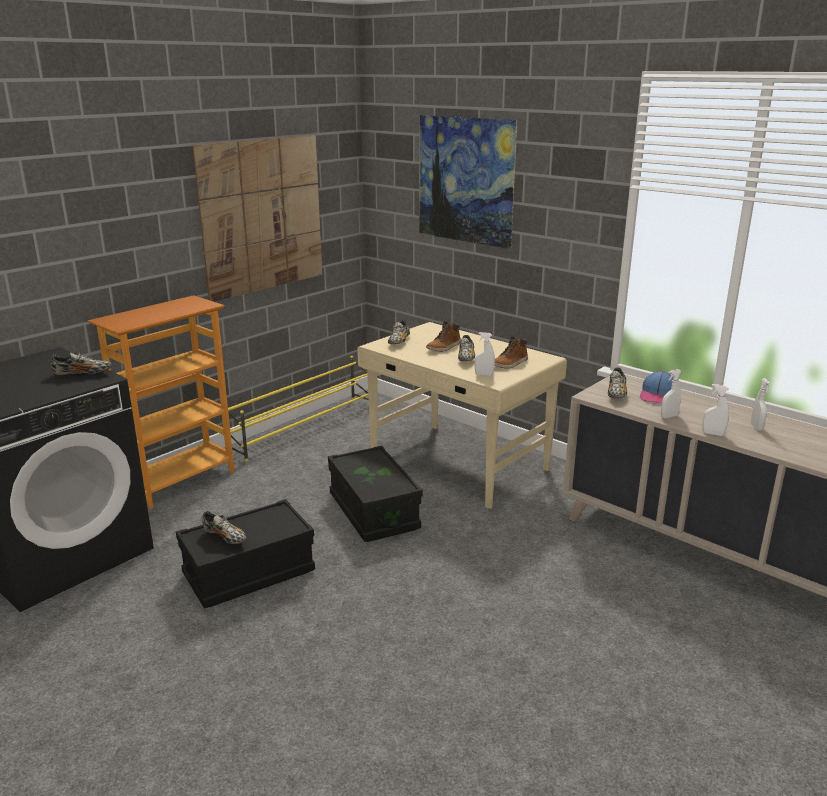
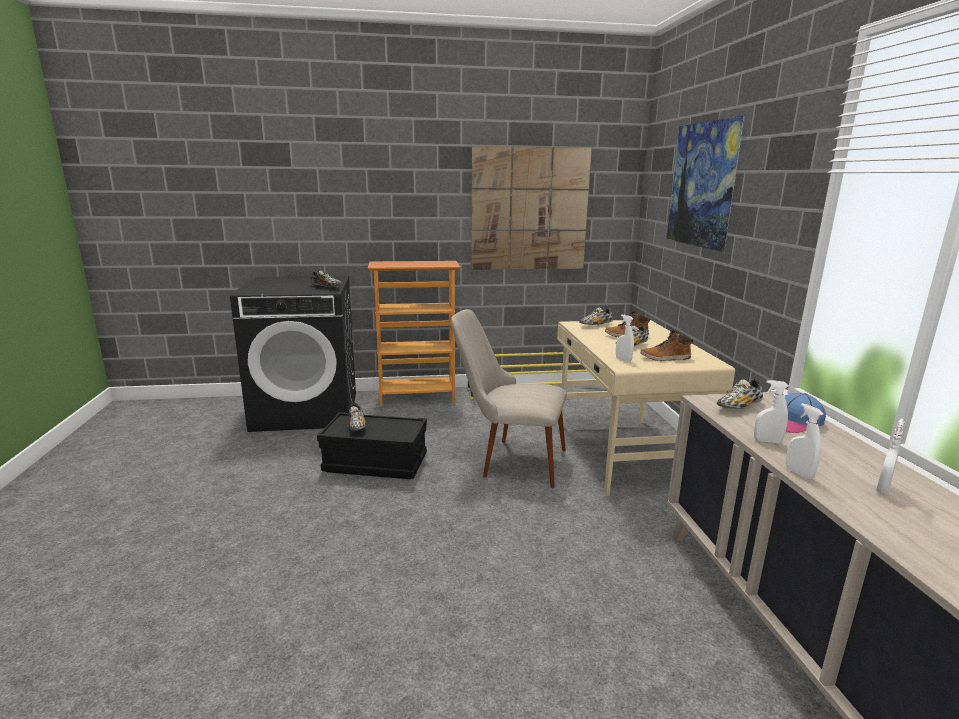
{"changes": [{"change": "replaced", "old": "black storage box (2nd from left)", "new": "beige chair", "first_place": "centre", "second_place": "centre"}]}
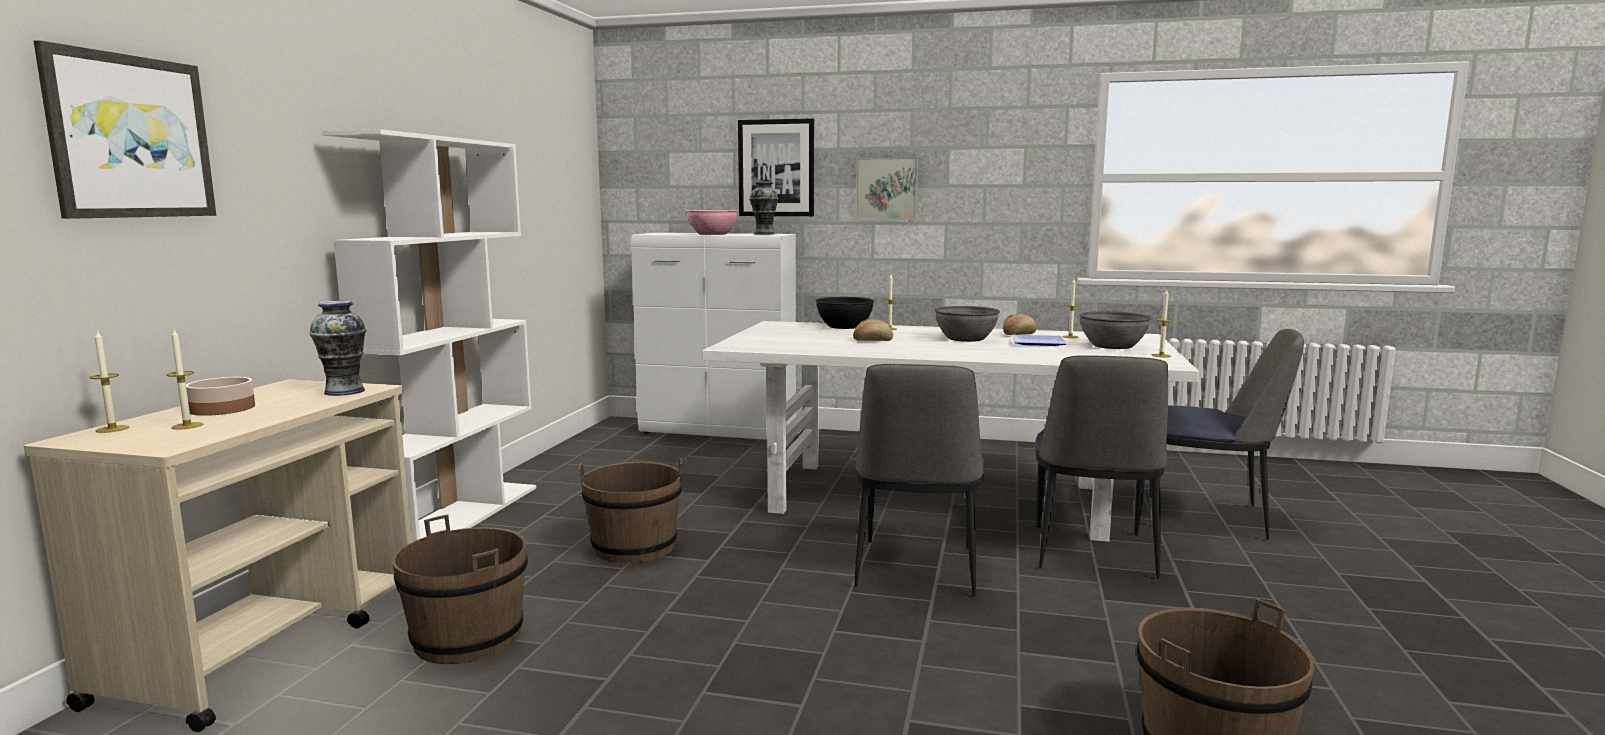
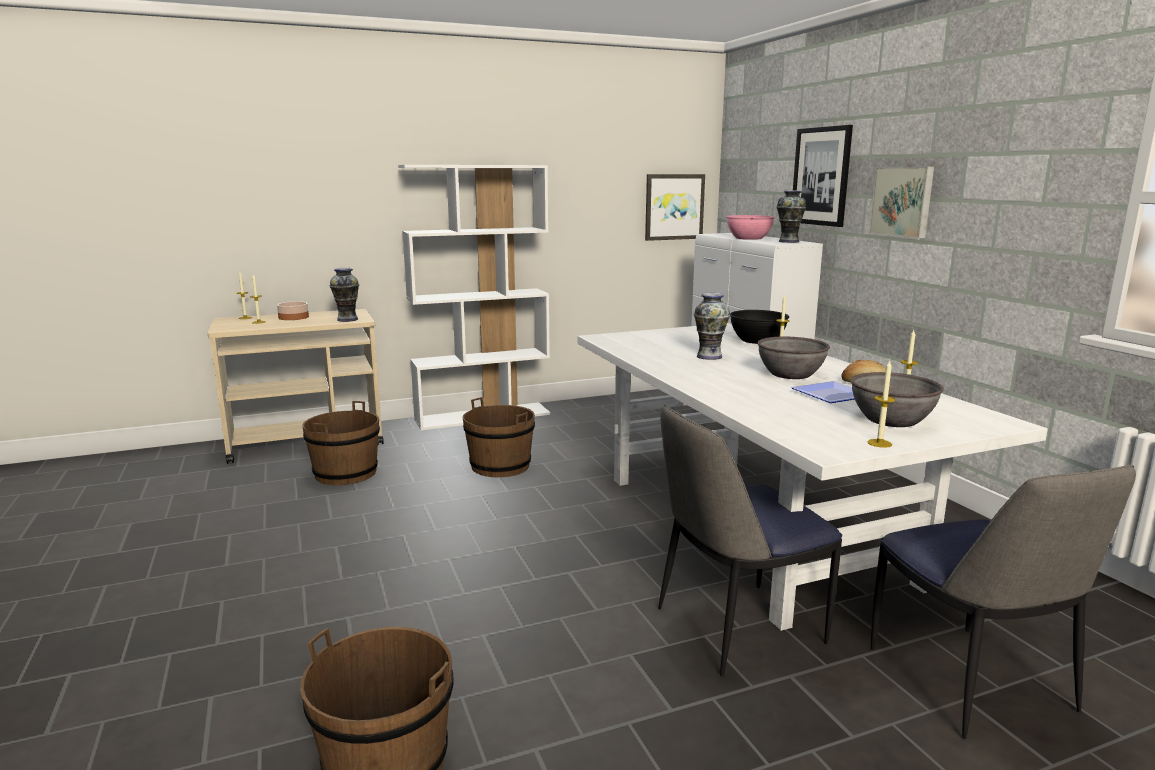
{"changes": [{"change": "moved", "old": "picture (1st from left)", "first_place": "top left", "second_place": "top centre"}, {"change": "replaced", "old": "bread (1st from left)", "new": "vase (2nd from left)", "first_place": "centre", "second_place": "centre"}, {"change": "removed", "old": "chair (1st from left)", "first_place": "centre"}]}
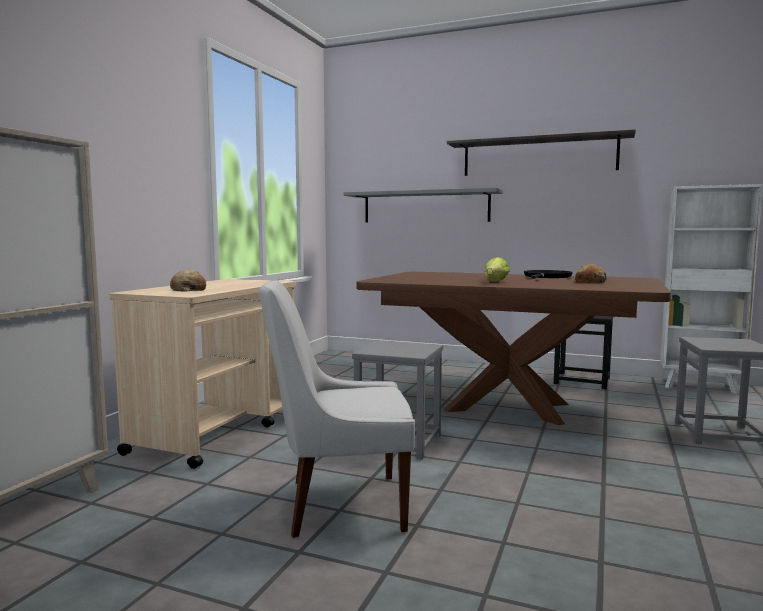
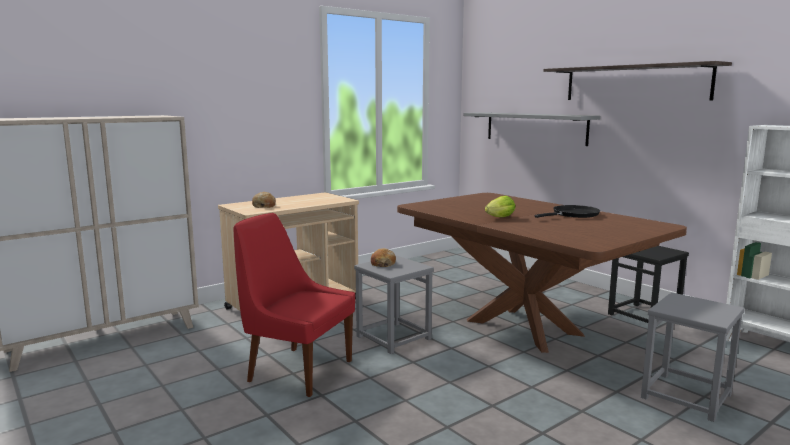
{"changes": [{"change": "recoloured", "old": "white chair", "new": "red chair", "first_place": "bottom centre", "second_place": "bottom centre"}, {"change": "moved", "old": "bread (2nd from left)", "first_place": "middle right", "second_place": "centre"}]}
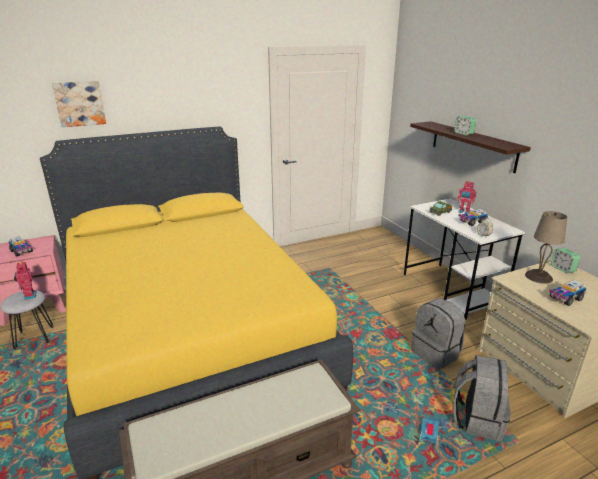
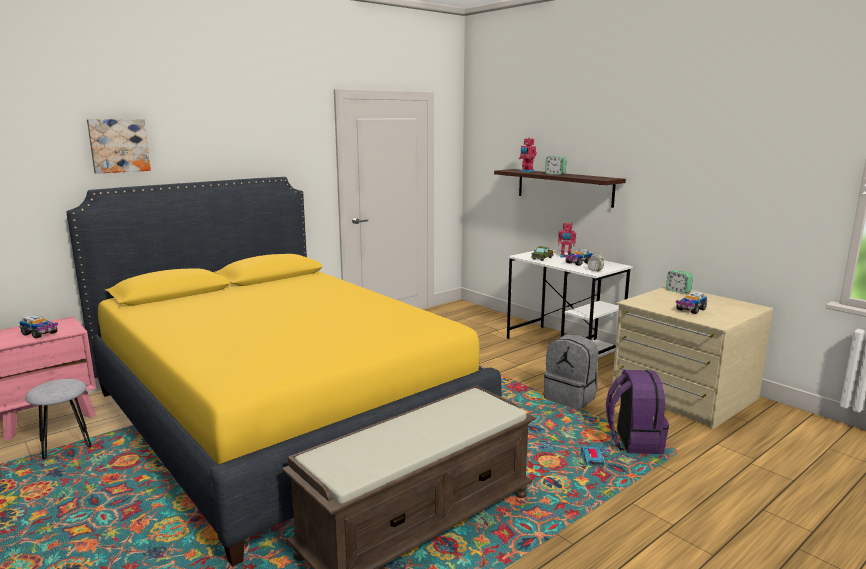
{"changes": [{"change": "moved", "old": "toy robot (1st from left)", "first_place": "middle left", "second_place": "top centre"}, {"change": "recoloured", "old": "grey backpack (2nd from left)", "new": "purple backpack", "first_place": "bottom right", "second_place": "bottom right"}, {"change": "removed", "old": "beige table lamp", "first_place": "middle right"}]}
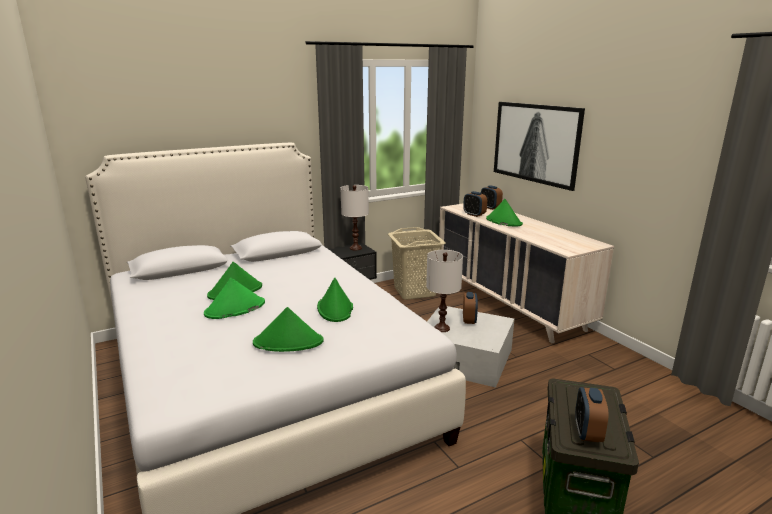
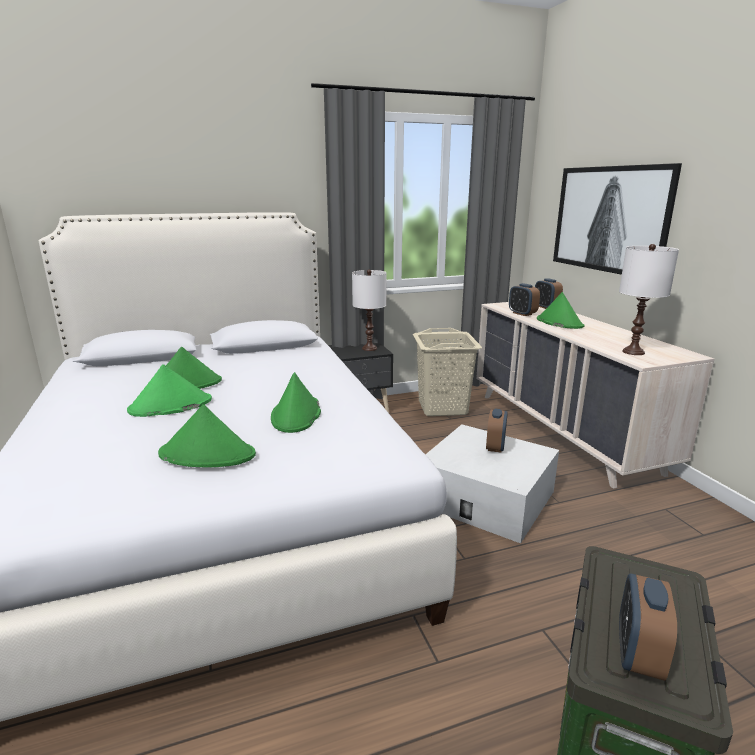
{"changes": [{"change": "moved", "old": "white table lamp (2nd from left)", "first_place": "centre", "second_place": "middle right"}]}
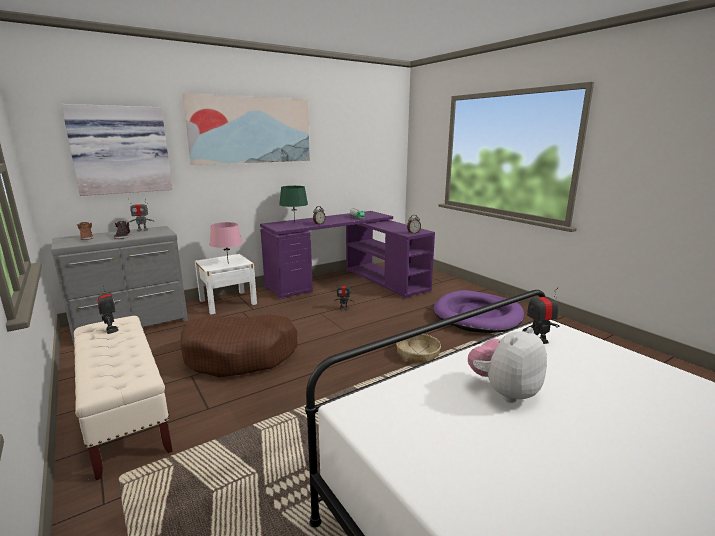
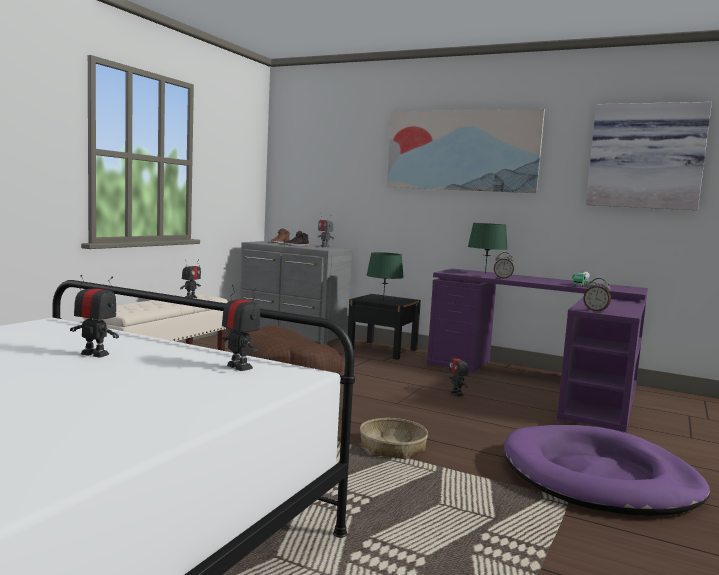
{"changes": [{"change": "replaced", "old": "plush toy", "new": "toy robot (1st from left)", "first_place": "bottom right", "second_place": "middle left"}, {"change": "recoloured", "old": "white nightstand", "new": "black nightstand", "first_place": "middle left", "second_place": "centre"}, {"change": "recoloured", "old": "pink table lamp", "new": "green table lamp (1st from left)", "first_place": "middle left", "second_place": "centre"}, {"change": "moved", "old": "picture (1st from left in the first image)", "new": "picture (2nd from left)", "first_place": "top left", "second_place": "top right"}]}
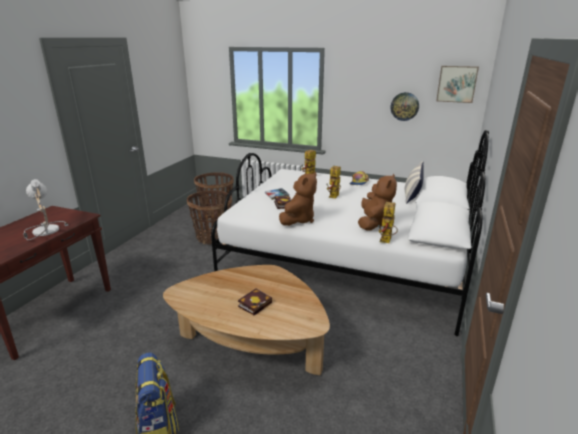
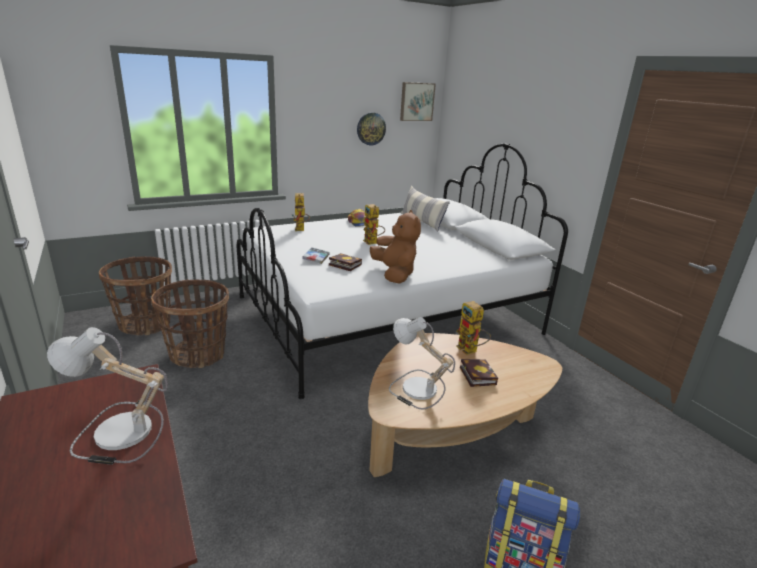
{"changes": [{"change": "added", "new": "table lamp (2nd from left)", "second_place": "centre"}, {"change": "moved", "old": "toy robot (3rd from left)", "first_place": "middle right", "second_place": "centre"}, {"change": "removed", "old": "brown plush toy (2nd from left)", "first_place": "centre"}]}
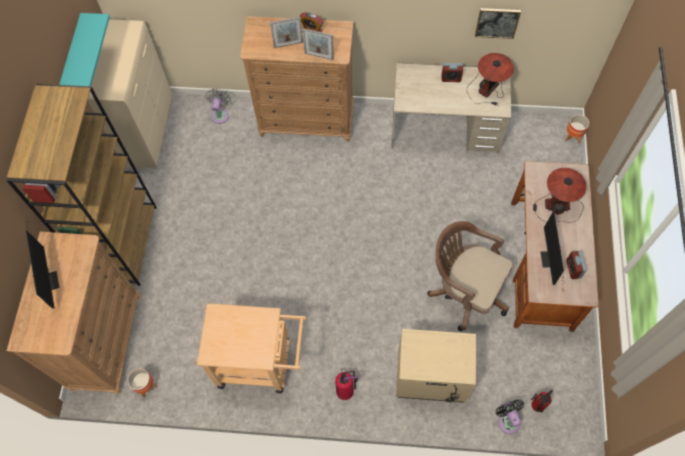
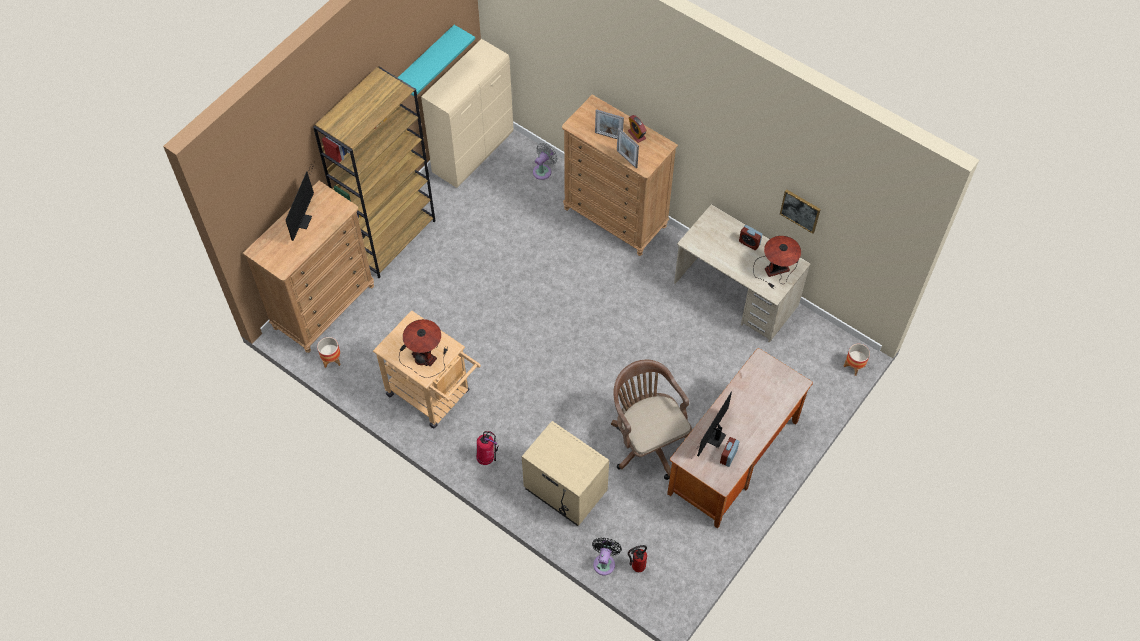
{"changes": [{"change": "moved", "old": "table lamp (2nd from left in the first image)", "new": "table lamp (1st from left)", "first_place": "middle right", "second_place": "centre"}]}
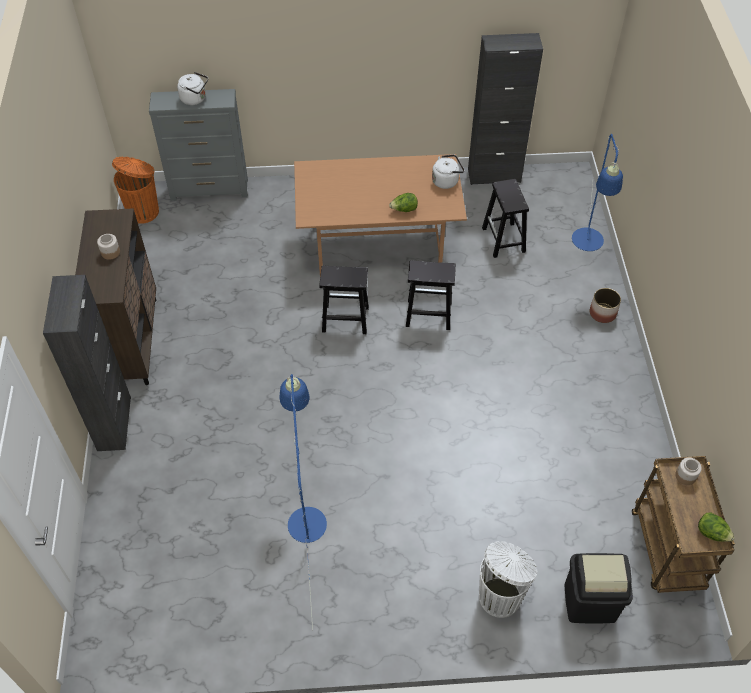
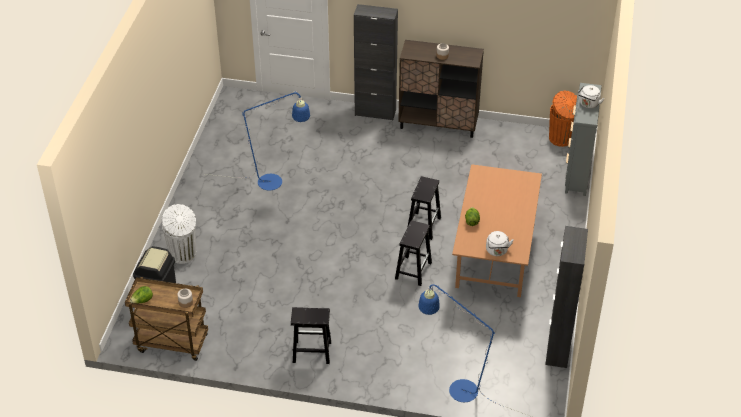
{"changes": [{"change": "moved", "old": "black stool (3rd from left in the first image)", "new": "black stool (1st from left)", "first_place": "top right", "second_place": "bottom centre"}, {"change": "removed", "old": "planter", "first_place": "middle right"}]}
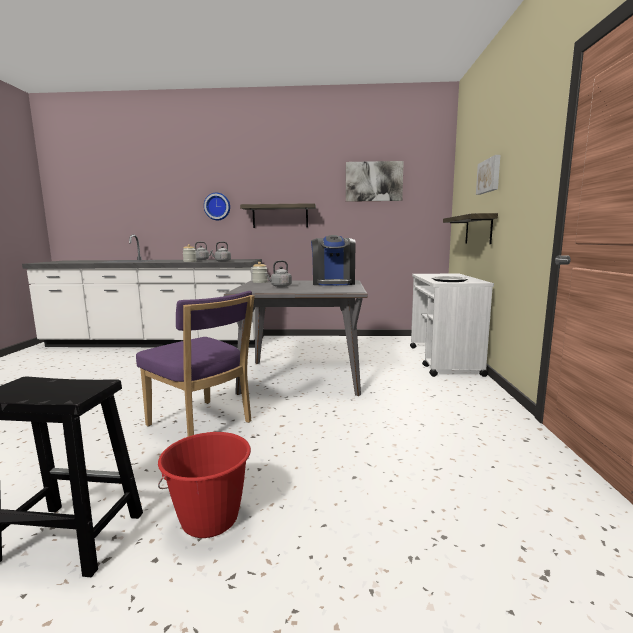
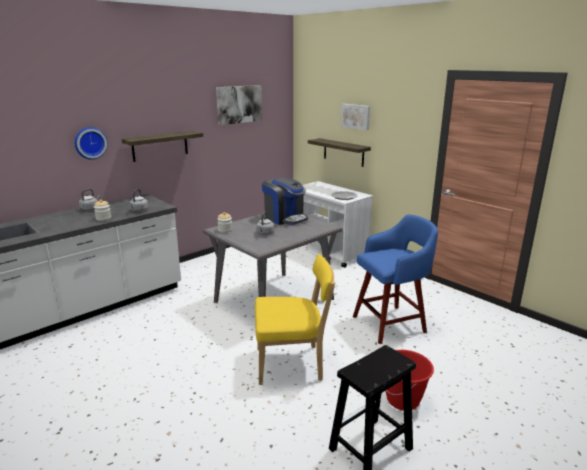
{"changes": [{"change": "recoloured", "old": "purple chair", "new": "yellow chair", "first_place": "middle left", "second_place": "bottom centre"}, {"change": "added", "new": "blue stool", "second_place": "middle right"}]}
